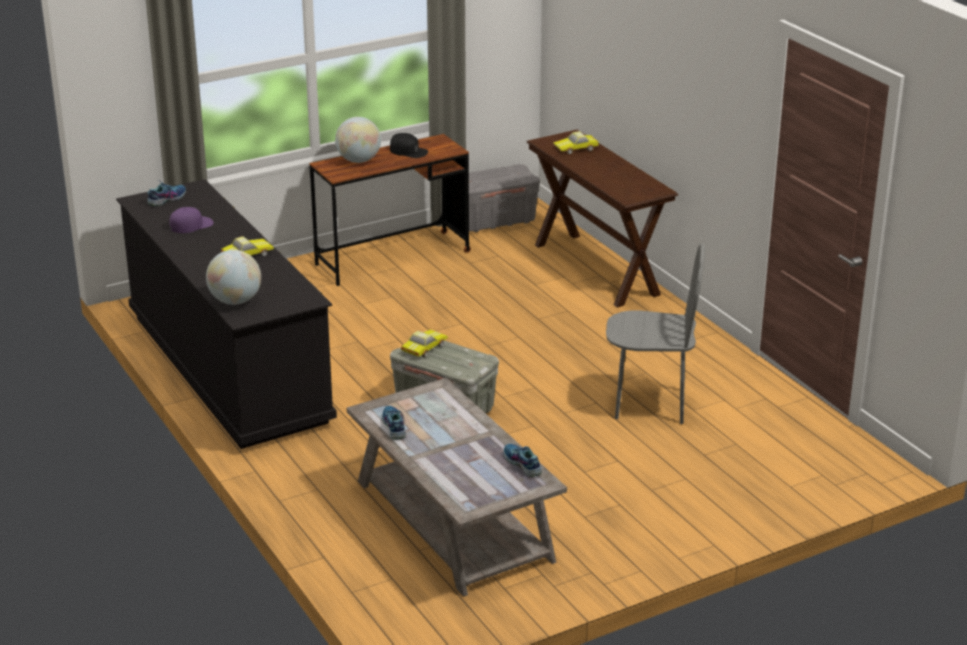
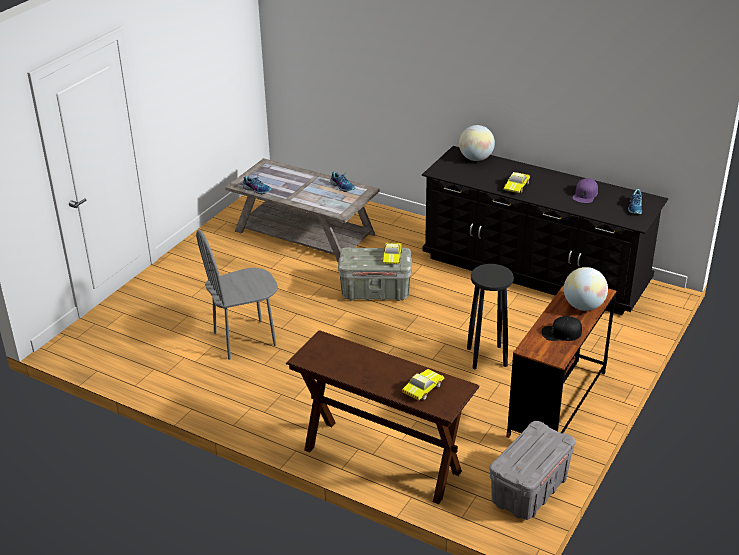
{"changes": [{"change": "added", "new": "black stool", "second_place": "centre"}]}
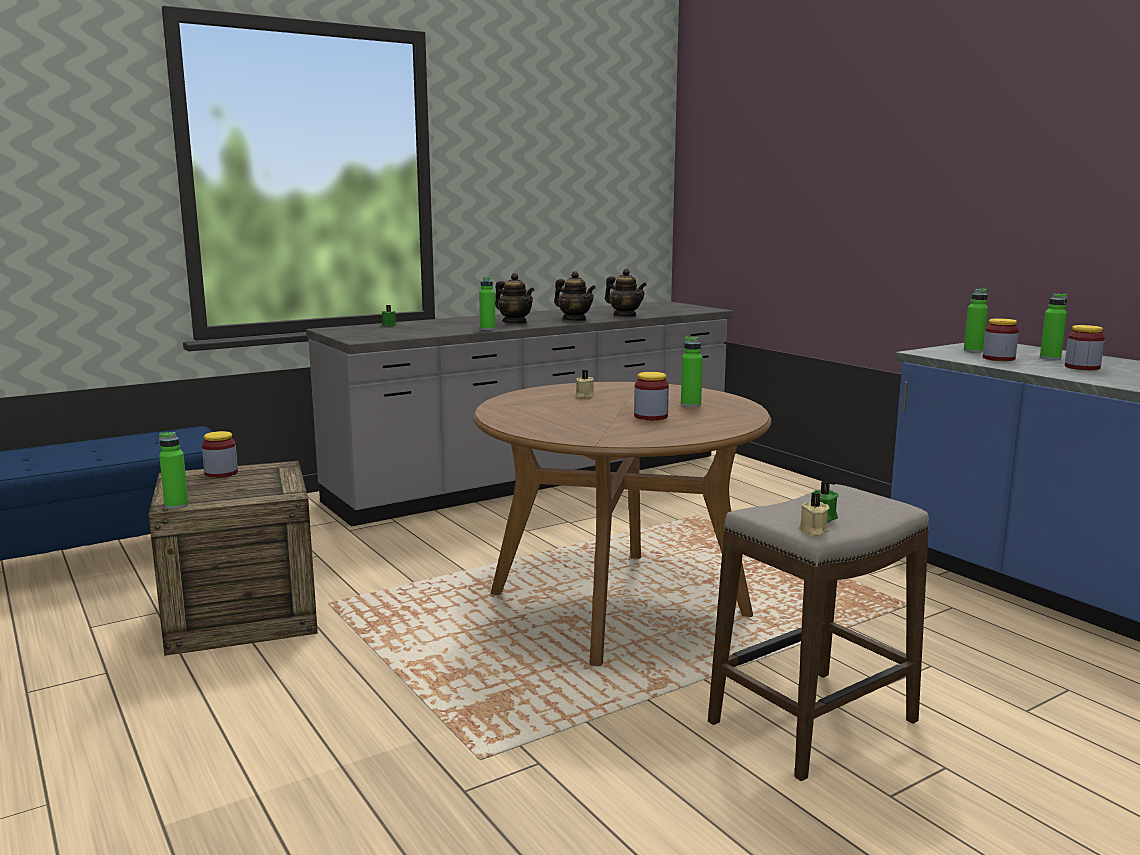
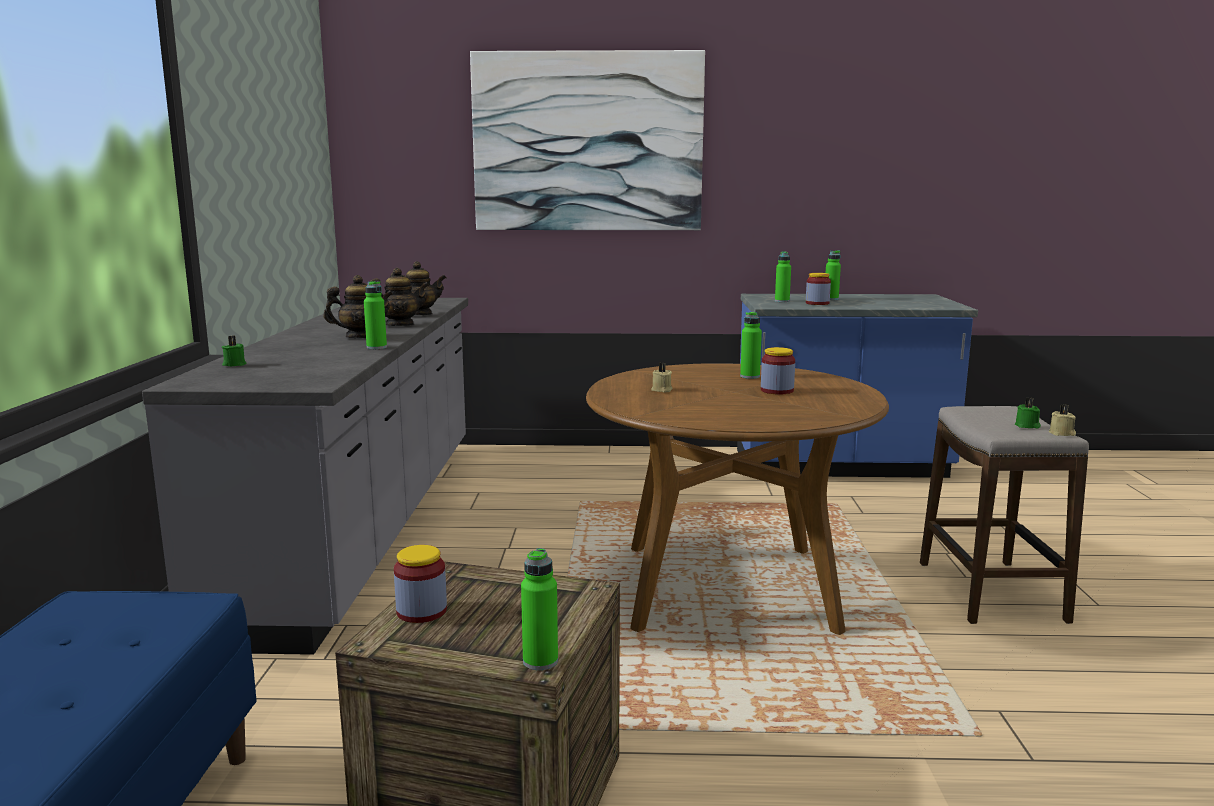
{"changes": [{"change": "added", "new": "picture", "second_place": "top centre"}, {"change": "removed", "old": "jar (4th from left)", "first_place": "middle right"}]}
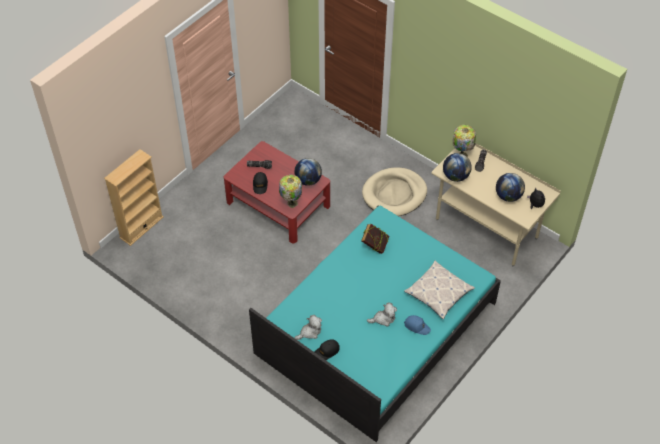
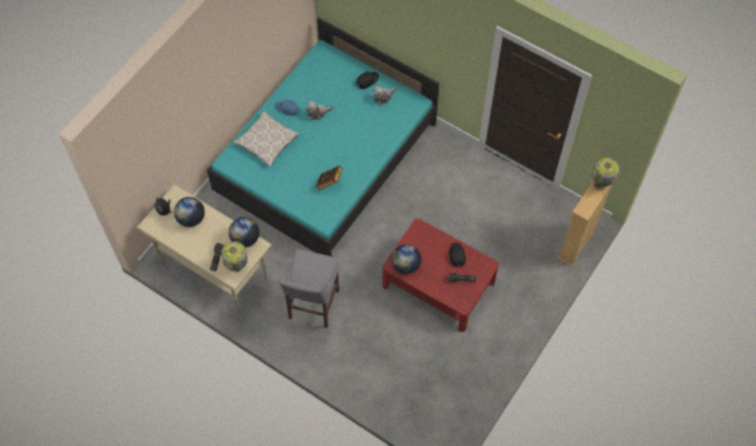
{"changes": [{"change": "replaced", "old": "beige dog bed", "new": "grey stool", "first_place": "centre", "second_place": "centre"}, {"change": "moved", "old": "table lamp (1st from left in the first image)", "new": "table lamp (2nd from left)", "first_place": "centre", "second_place": "middle right"}]}
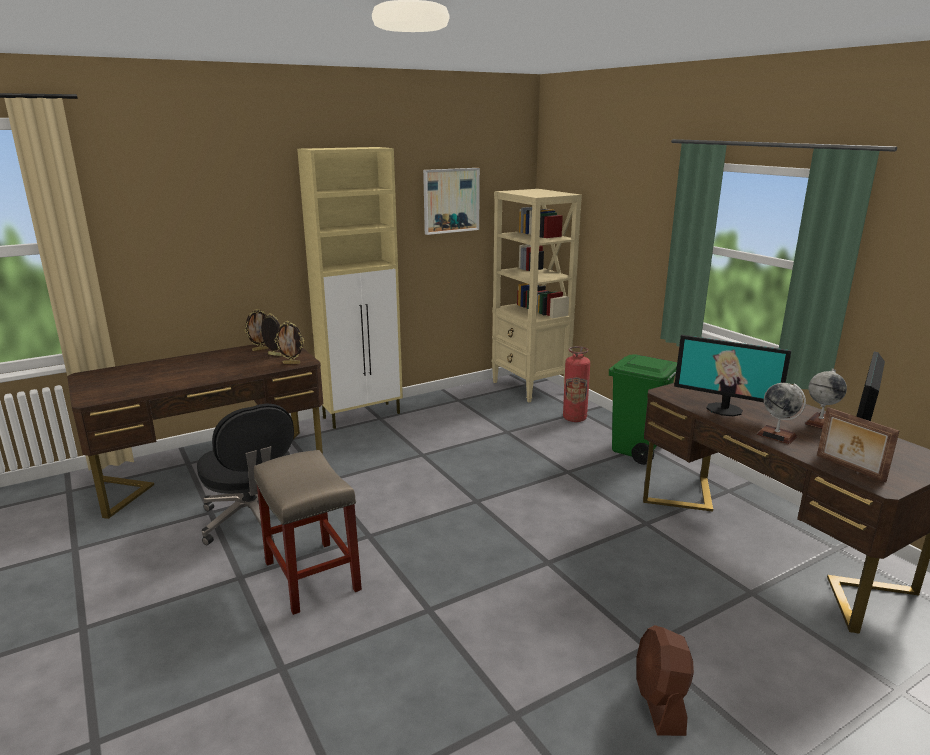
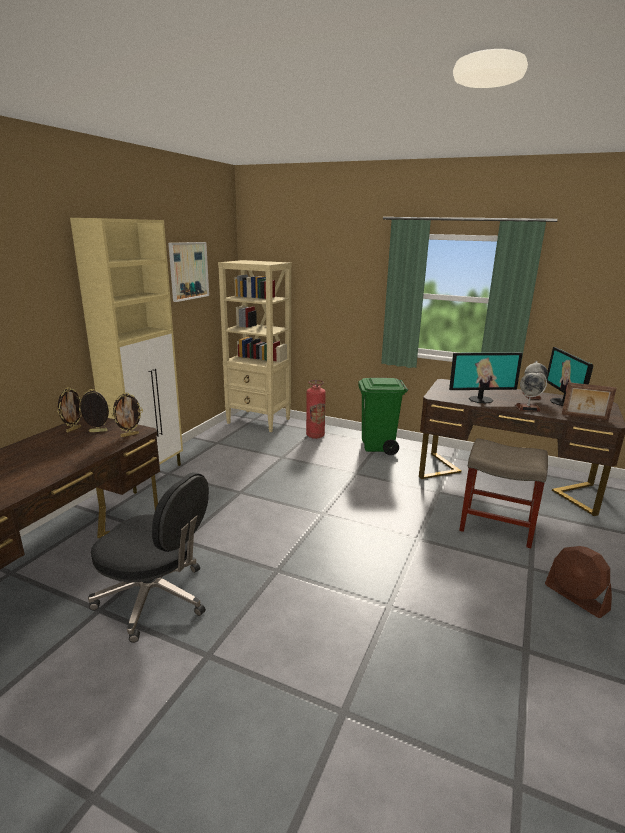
{"changes": [{"change": "moved", "old": "beige stool", "first_place": "bottom left", "second_place": "middle right"}]}
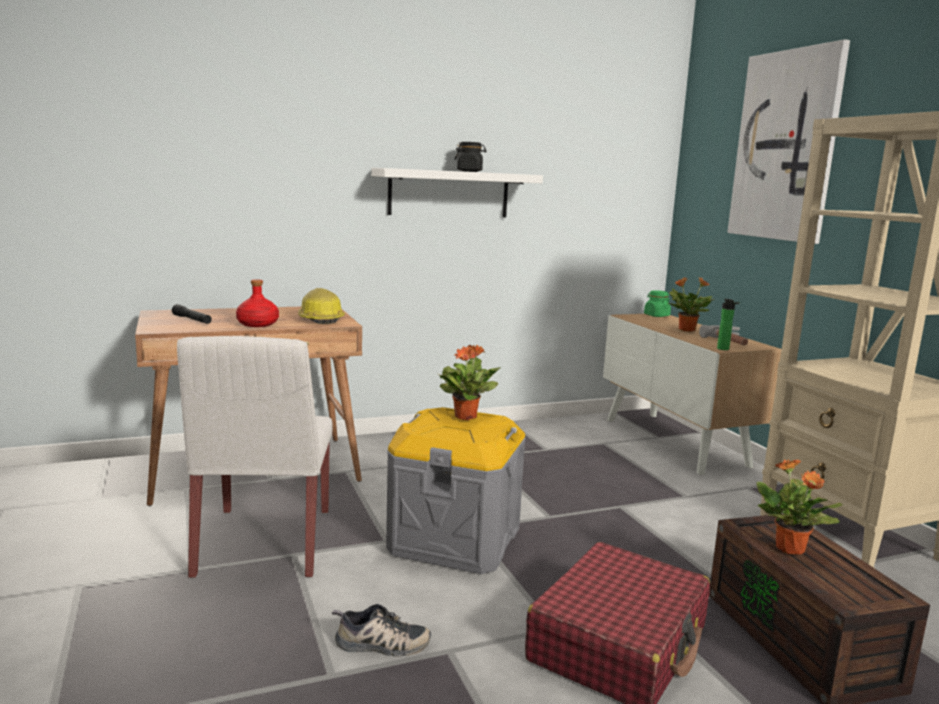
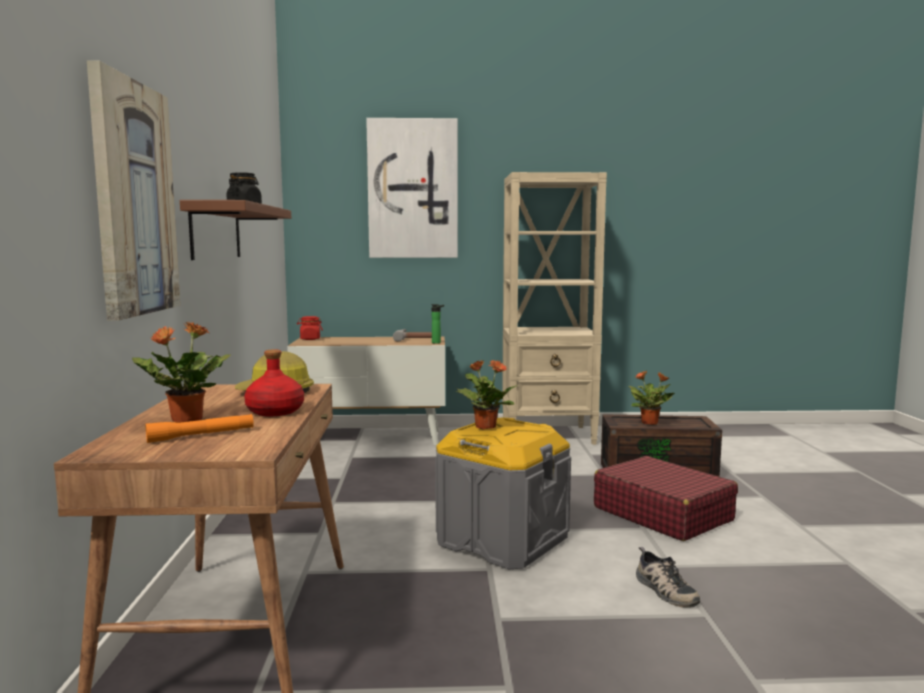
{"changes": [{"change": "added", "new": "picture (1st from left)", "second_place": "top left"}, {"change": "moved", "old": "potted plant (2nd from left in the first image)", "new": "potted plant (1st from left)", "first_place": "middle right", "second_place": "middle left"}, {"change": "recoloured", "old": "black flashlight", "new": "orange flashlight", "first_place": "middle left", "second_place": "middle left"}, {"change": "recoloured", "old": "white shelf", "new": "brown shelf", "first_place": "top centre", "second_place": "top left"}, {"change": "recoloured", "old": "green jar", "new": "red jar", "first_place": "middle right", "second_place": "centre"}, {"change": "turned", "old": "shoe", "first_place": "bottom centre", "second_place": "bottom right", "degrees": 135}, {"change": "removed", "old": "white chair", "first_place": "middle left"}]}
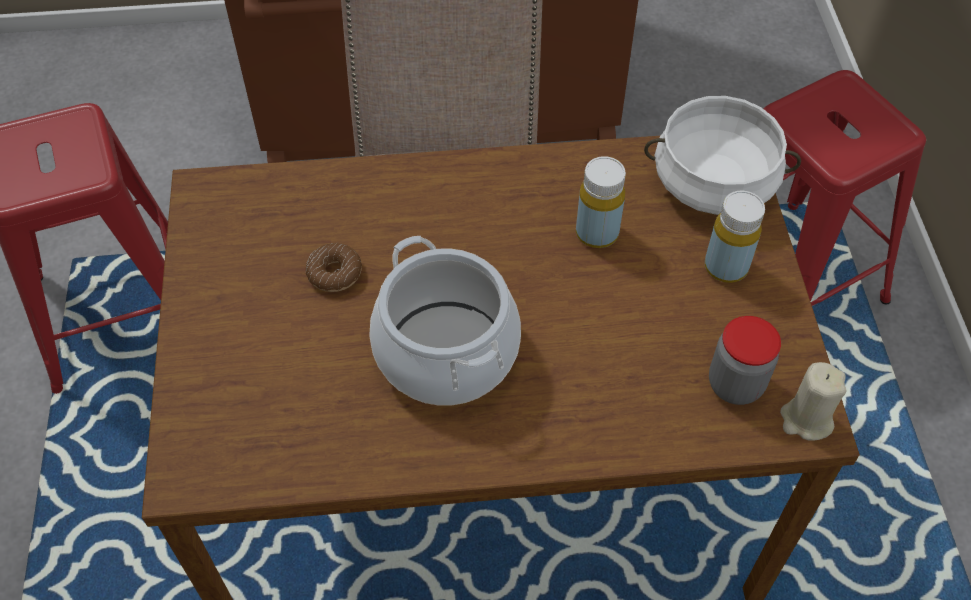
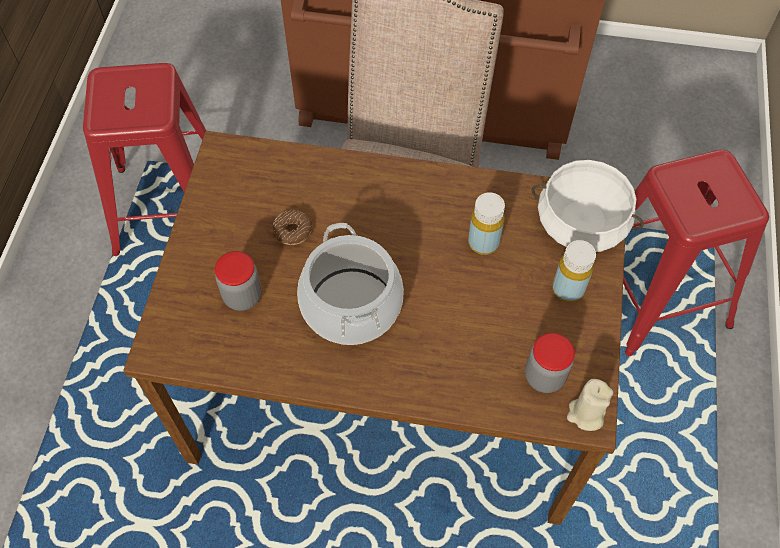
{"changes": [{"change": "added", "new": "jar (1st from left)", "second_place": "middle left"}]}
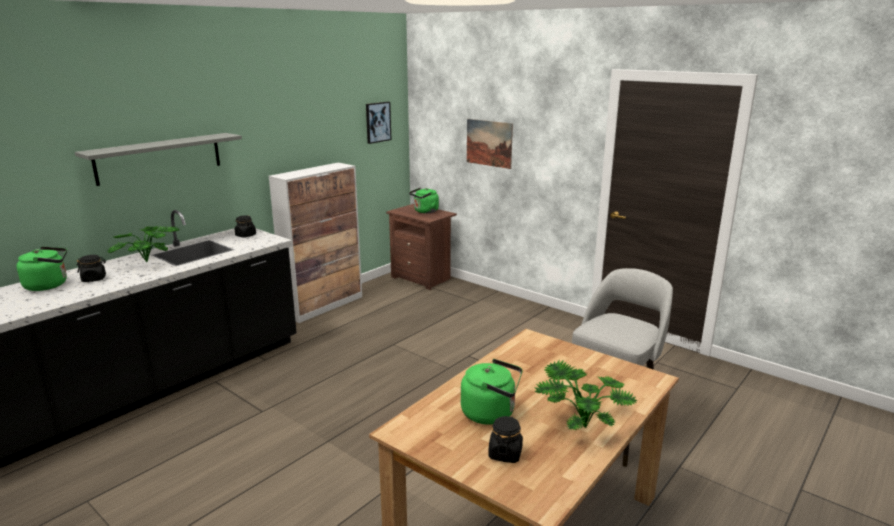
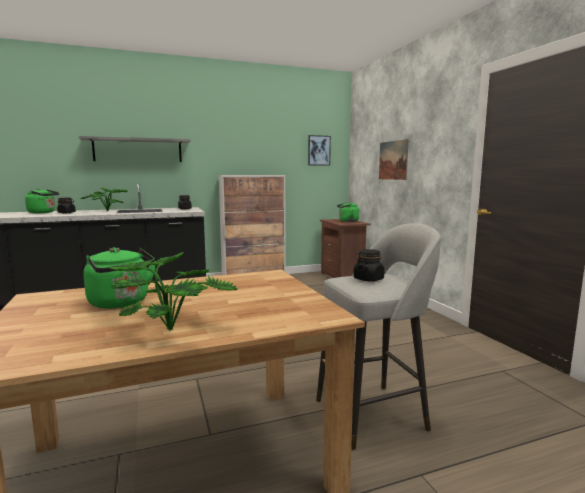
{"changes": [{"change": "moved", "old": "black jar (3rd from left)", "first_place": "bottom centre", "second_place": "centre"}]}
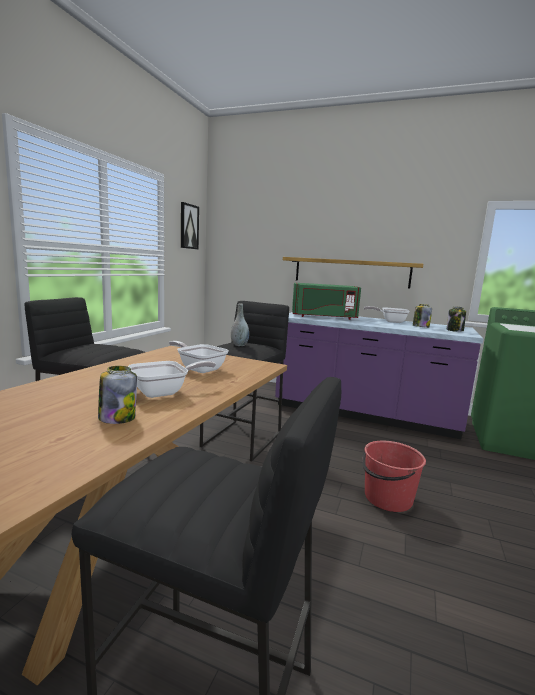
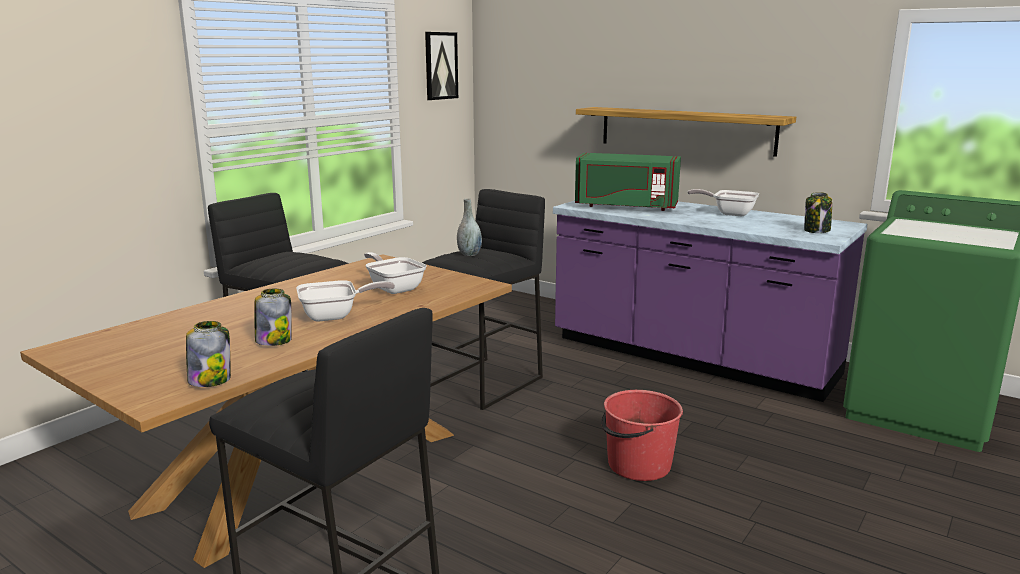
{"changes": [{"change": "moved", "old": "jar (2nd from left in the first image)", "new": "jar (1st from left)", "first_place": "middle right", "second_place": "middle left"}]}
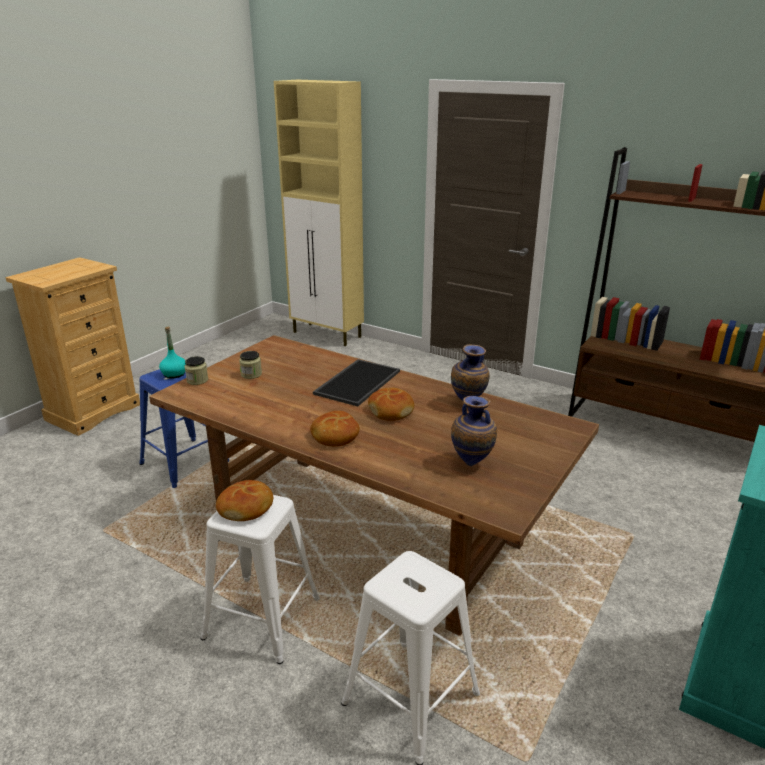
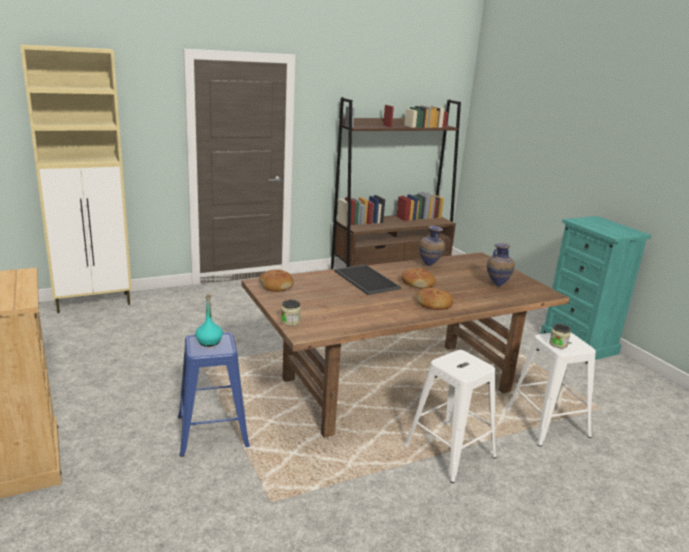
{"changes": [{"change": "moved", "old": "bread (1st from left)", "first_place": "middle left", "second_place": "centre"}, {"change": "moved", "old": "jar (2nd from left)", "first_place": "middle left", "second_place": "middle right"}]}
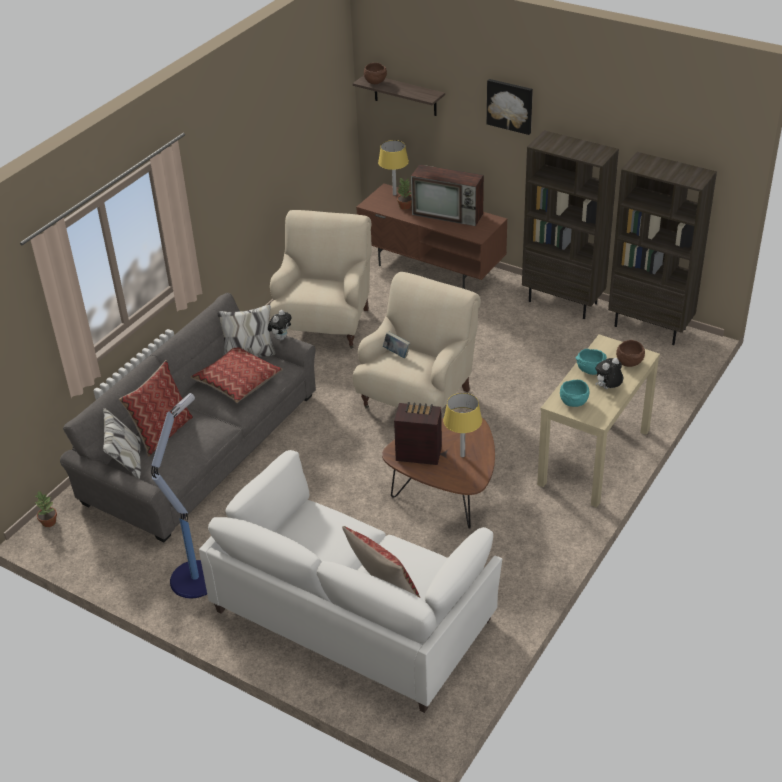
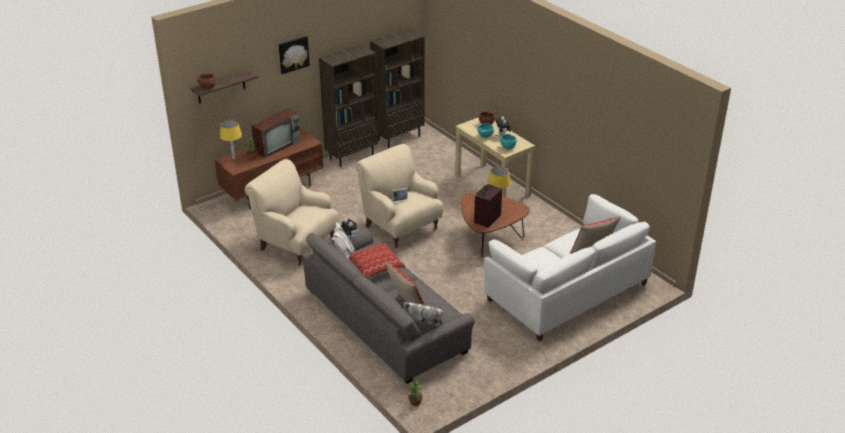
{"changes": [{"change": "removed", "old": "floor lamp", "first_place": "middle left"}]}
